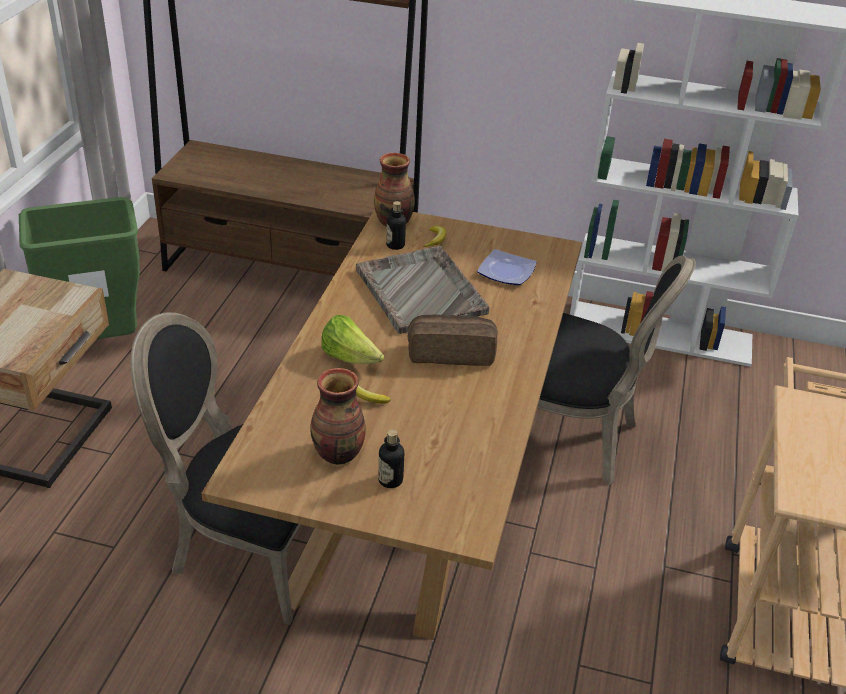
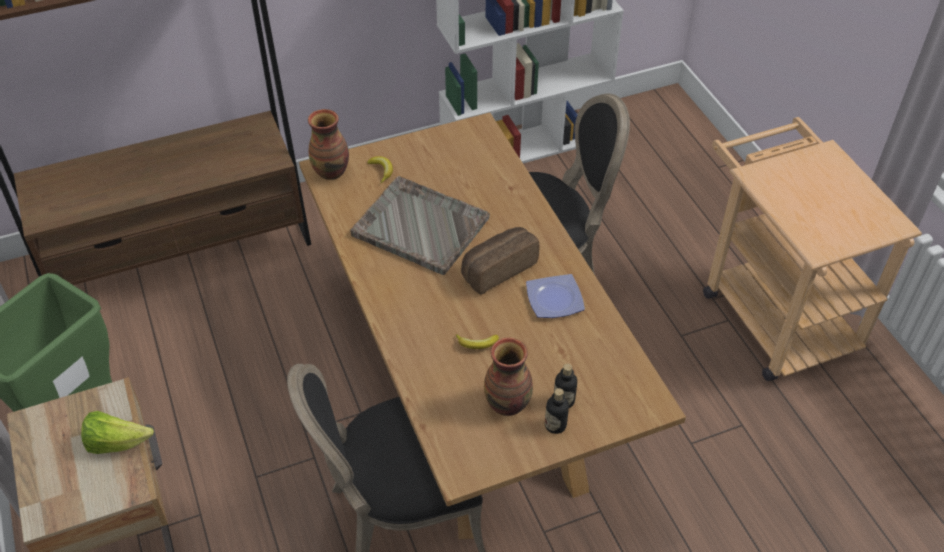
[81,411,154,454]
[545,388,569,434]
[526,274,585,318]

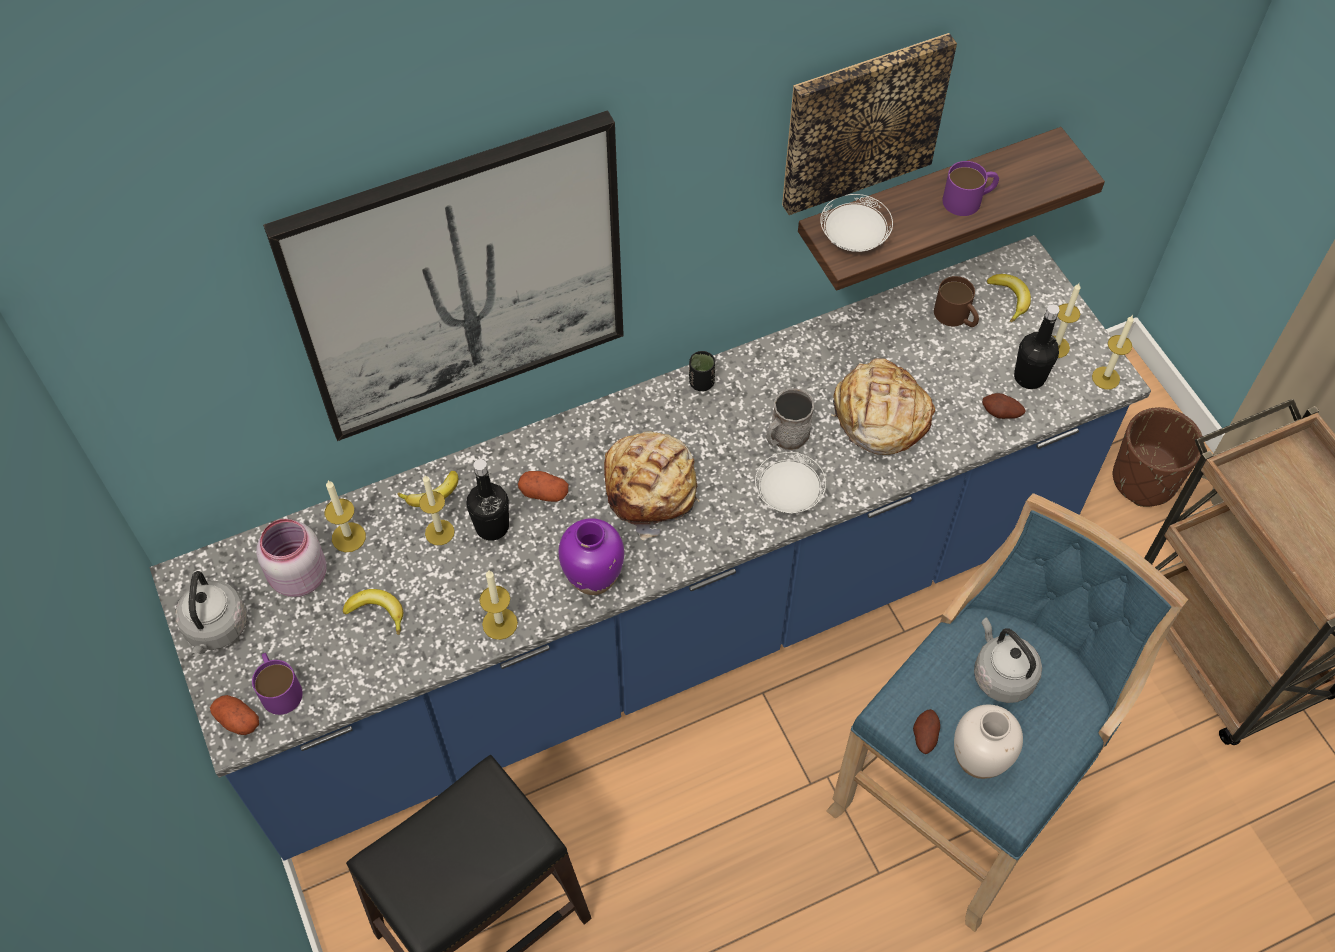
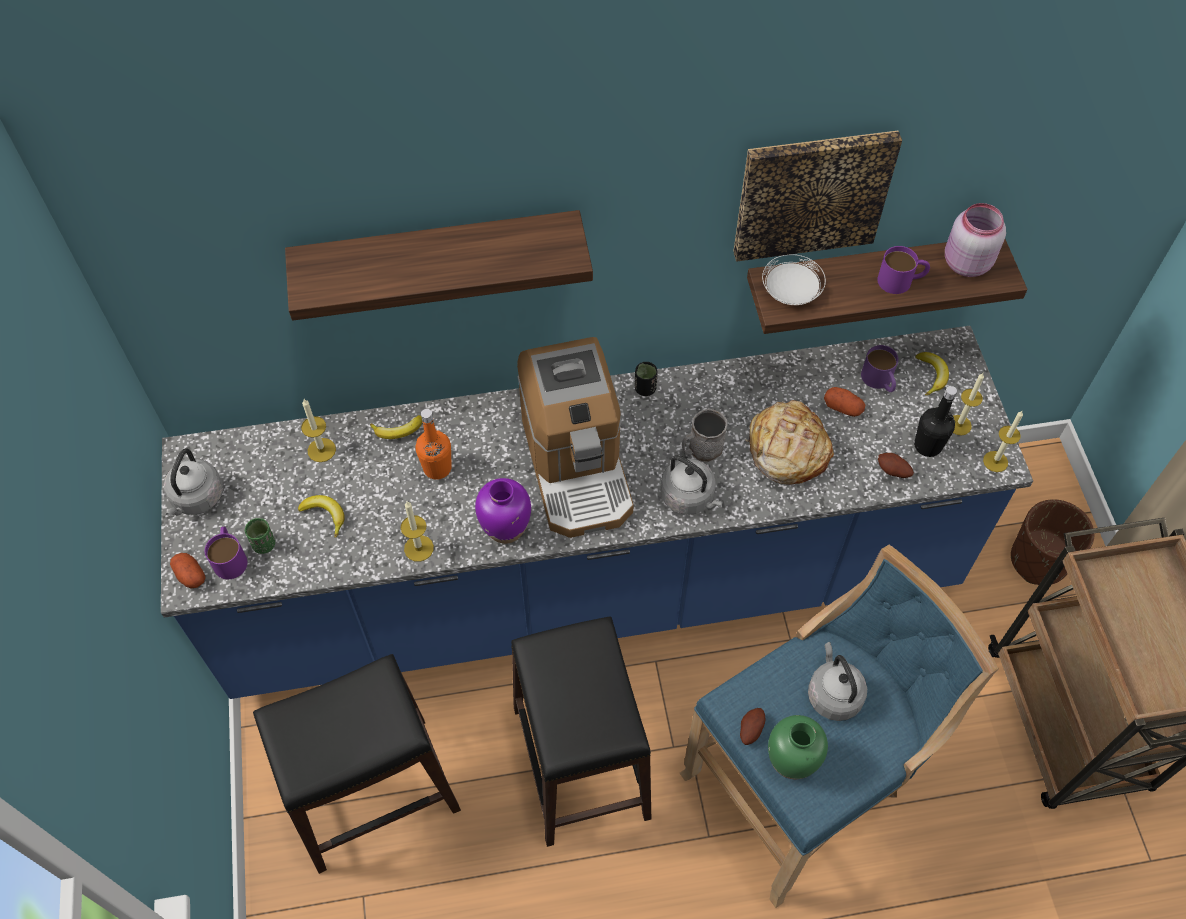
[945,203,1006,277]
[285,210,593,321]
[419,475,455,545] (first image)
[415,409,452,480]
[824,387,865,417]
[517,337,634,538]
[660,455,723,515]
[861,345,898,392]
[768,715,828,779]
[245,518,275,554]
[511,617,651,847]

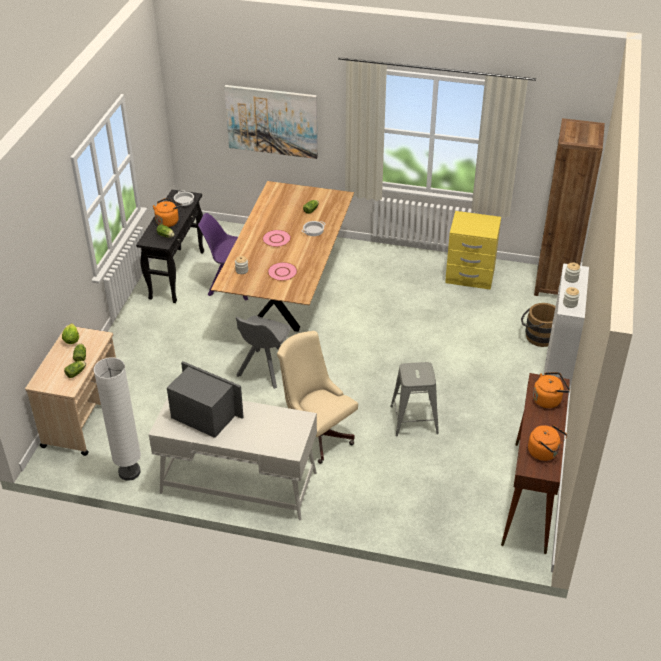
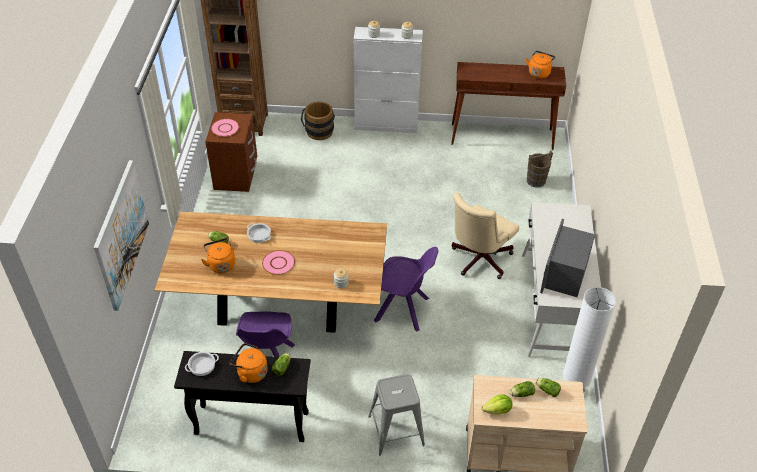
[374,247,438,332]
[211,119,239,137]
[368,374,425,456]
[205,112,257,192]
[201,238,235,273]
[527,151,553,188]

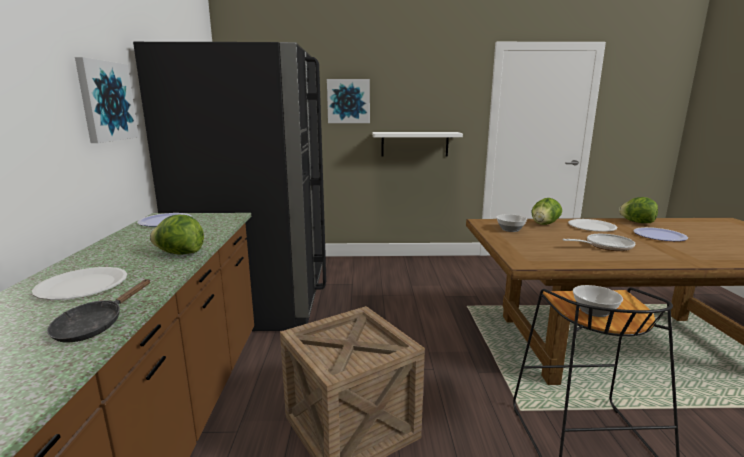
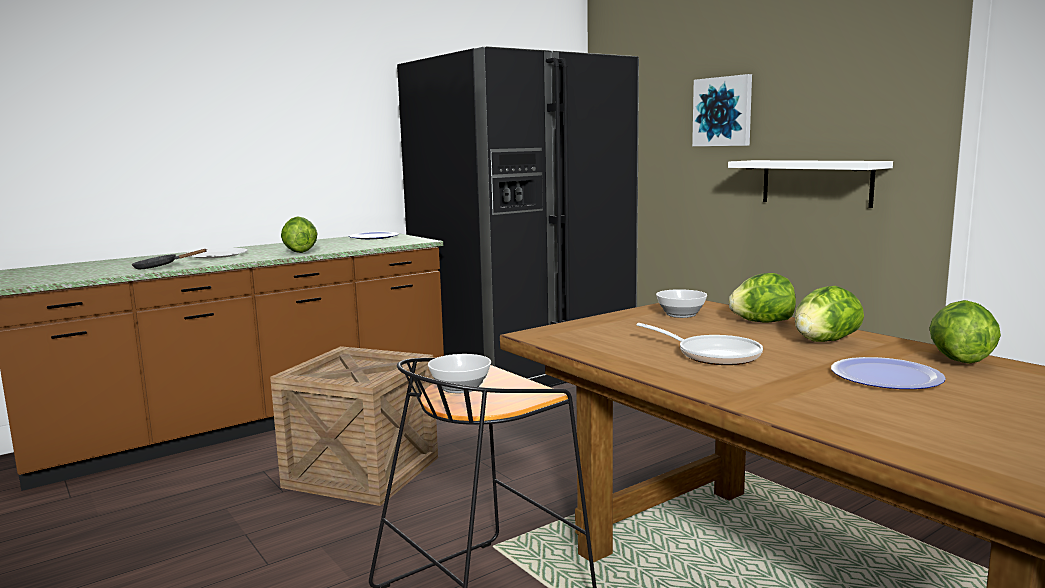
[75,57,139,143] (first image)
[795,286,864,342]

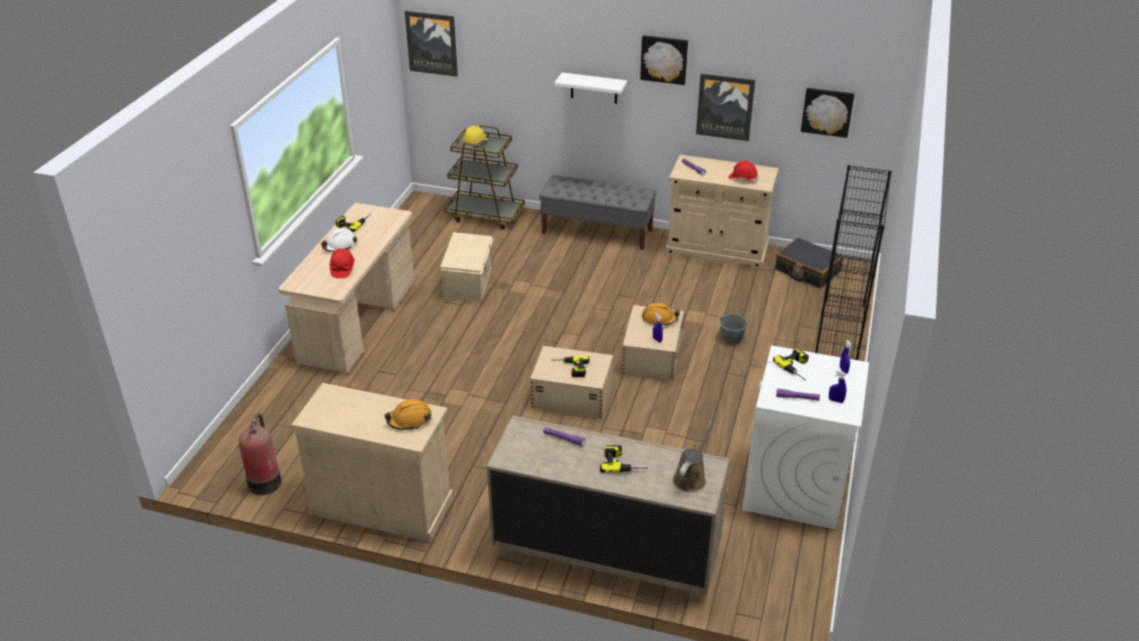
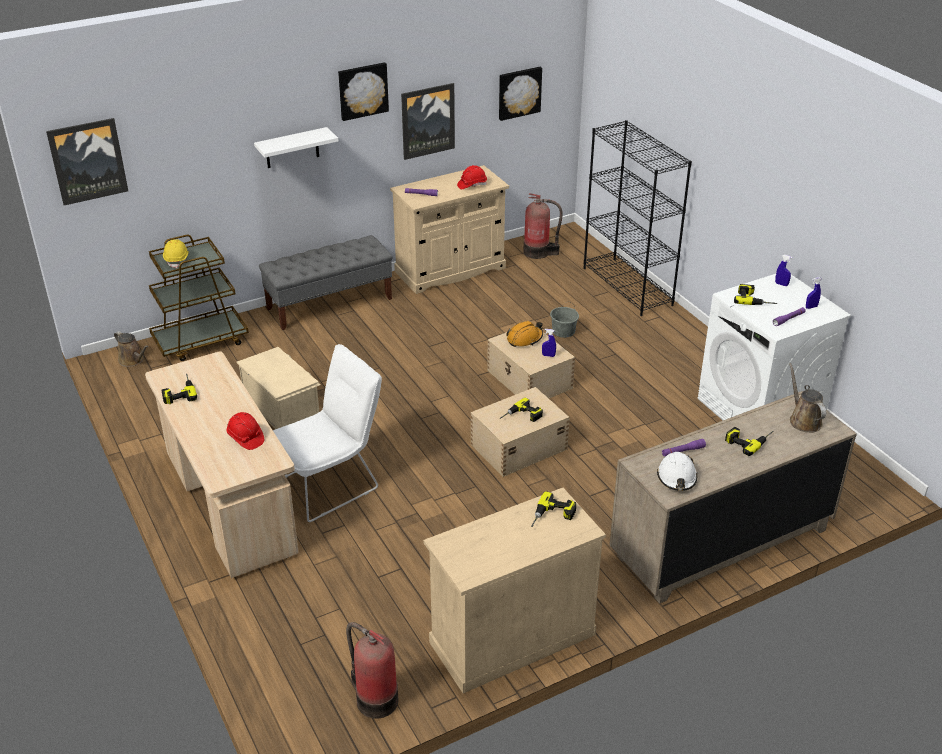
[657,452,697,491]
[531,491,576,527]
[523,193,563,259]
[114,331,149,367]
[273,344,382,522]

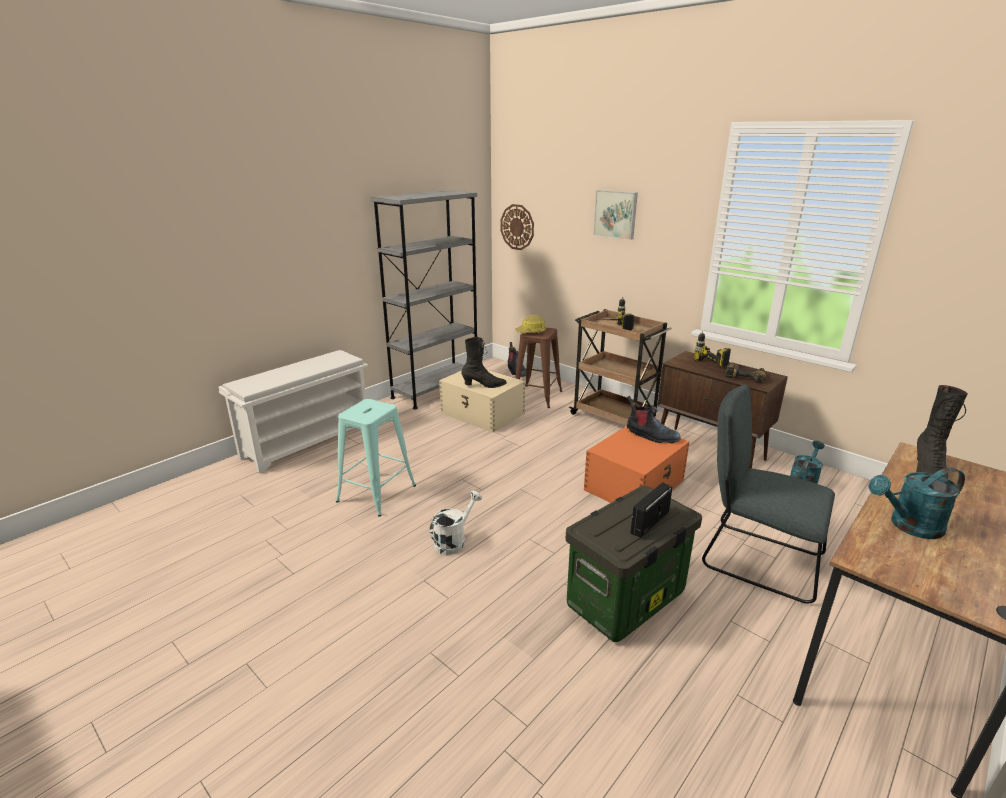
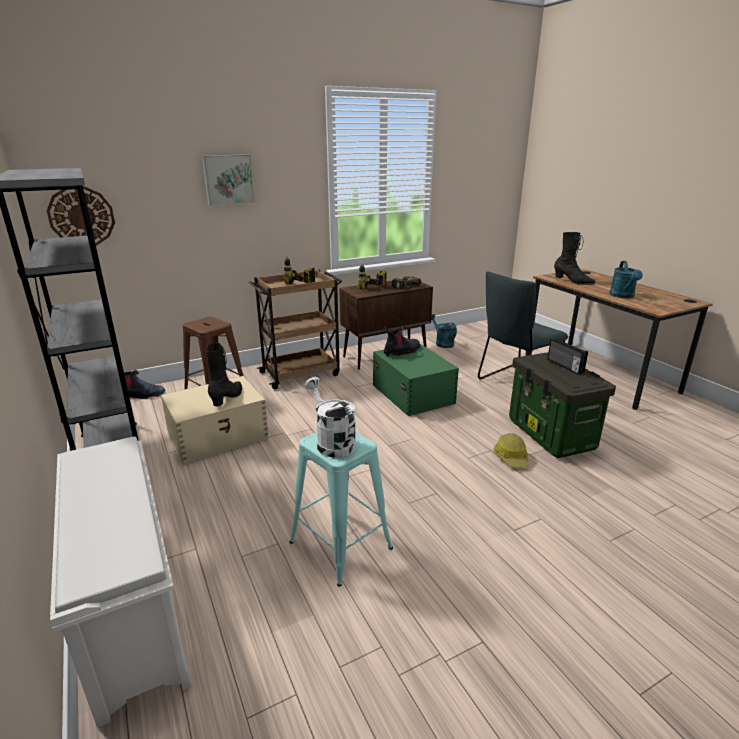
[304,377,356,458]
[493,433,529,467]
[373,344,459,416]

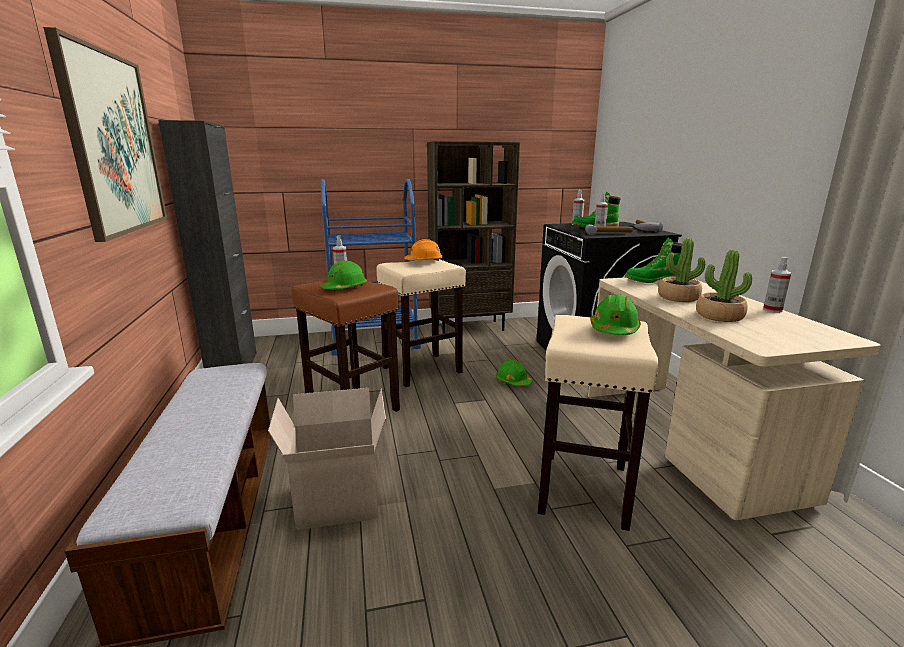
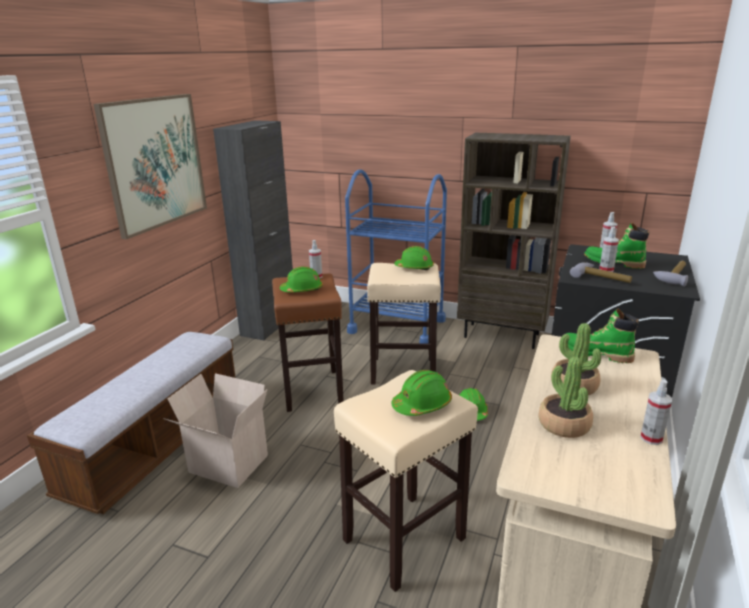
[394,246,434,271]

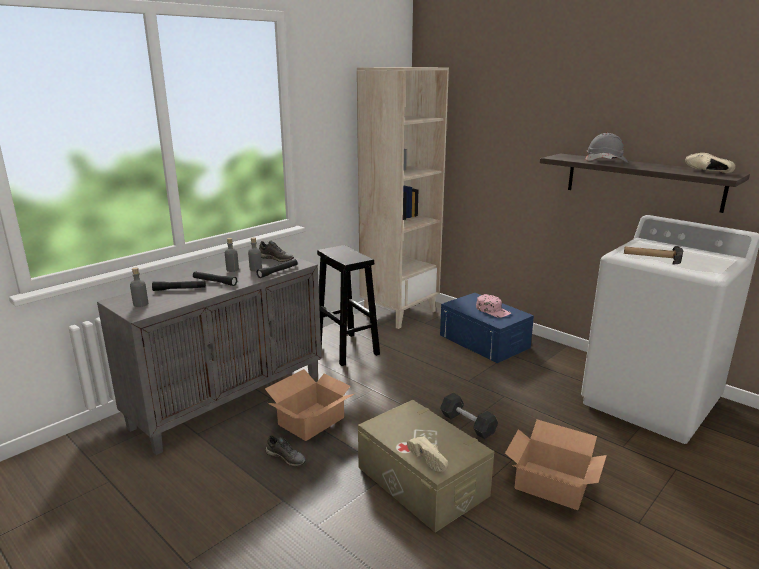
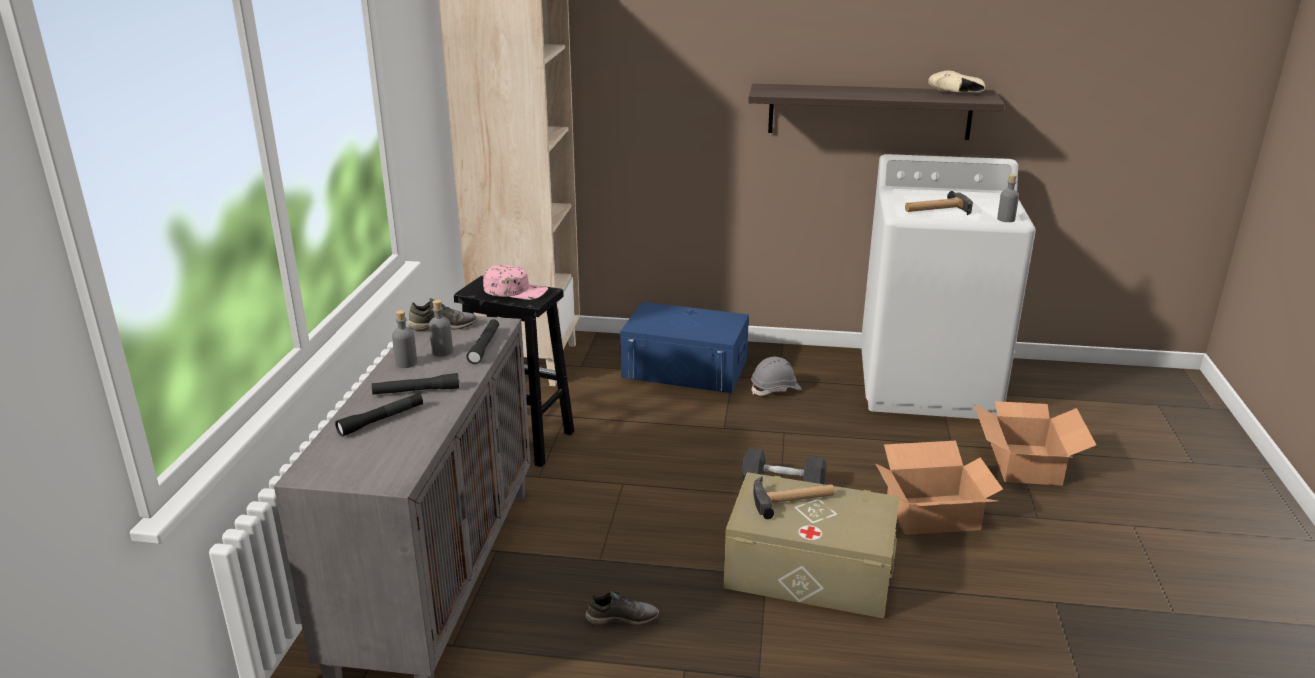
[997,174,1019,222]
[974,401,1096,486]
[407,436,448,472] (first image)
[483,265,548,300]
[751,357,802,396]
[753,476,834,519]

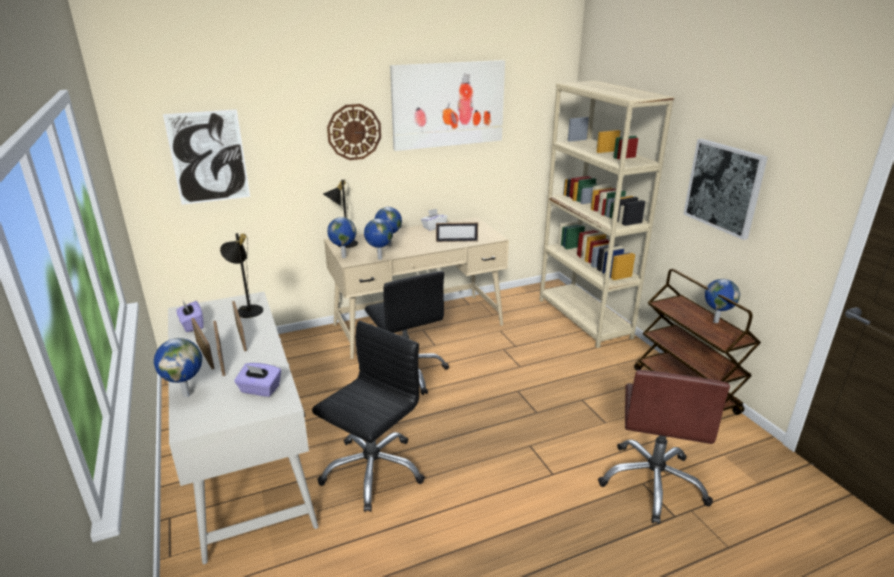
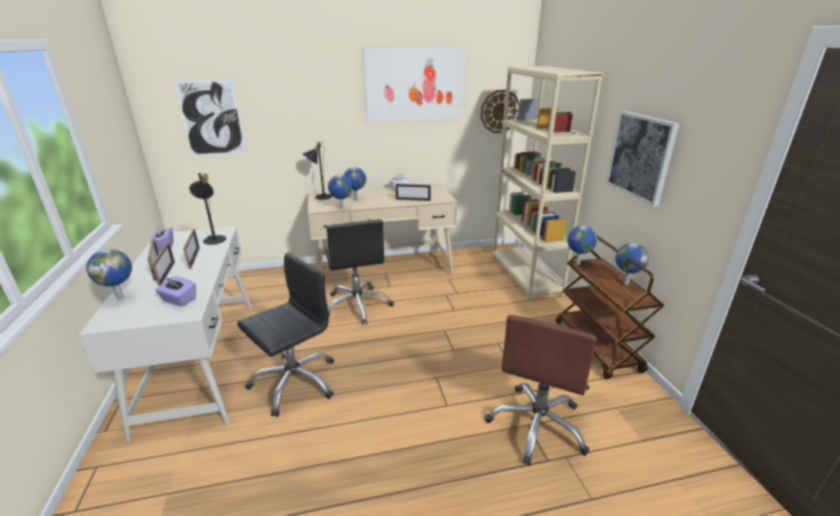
[481,90,520,133]
[567,226,597,265]

